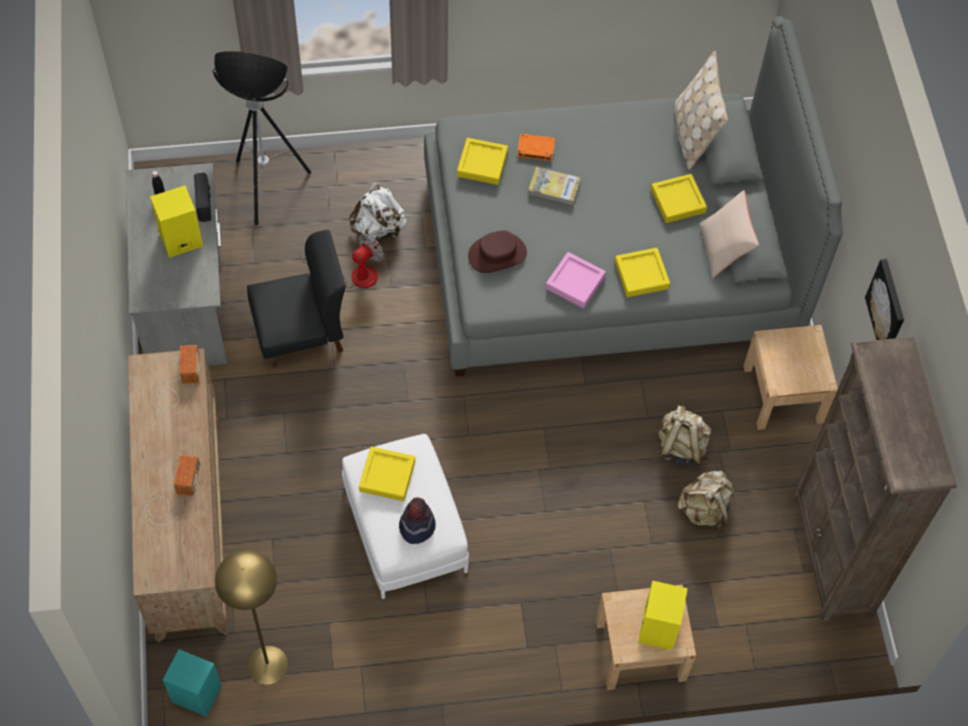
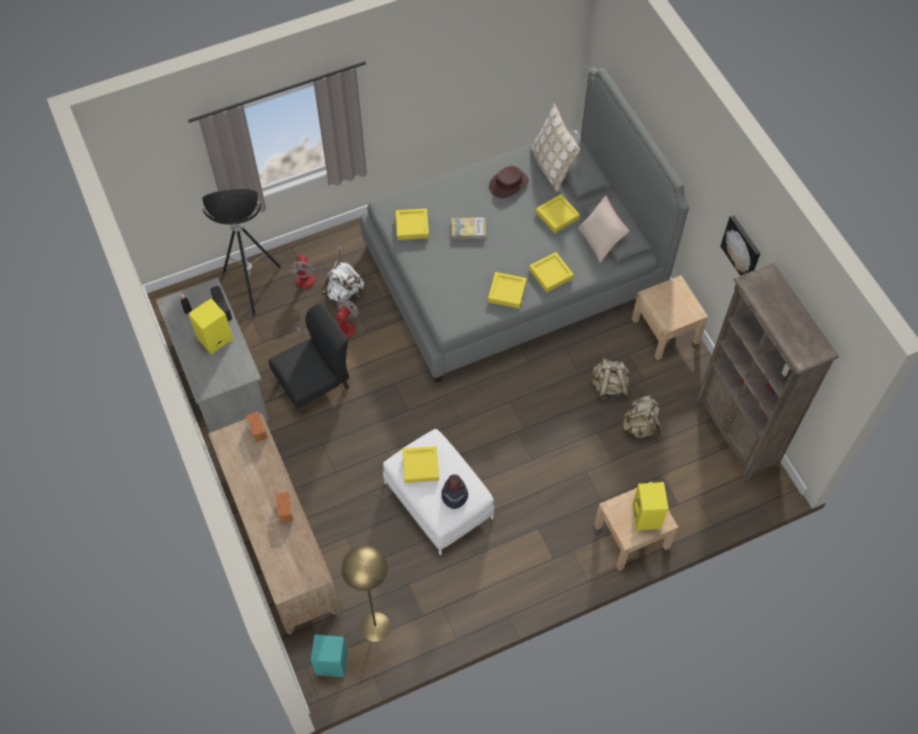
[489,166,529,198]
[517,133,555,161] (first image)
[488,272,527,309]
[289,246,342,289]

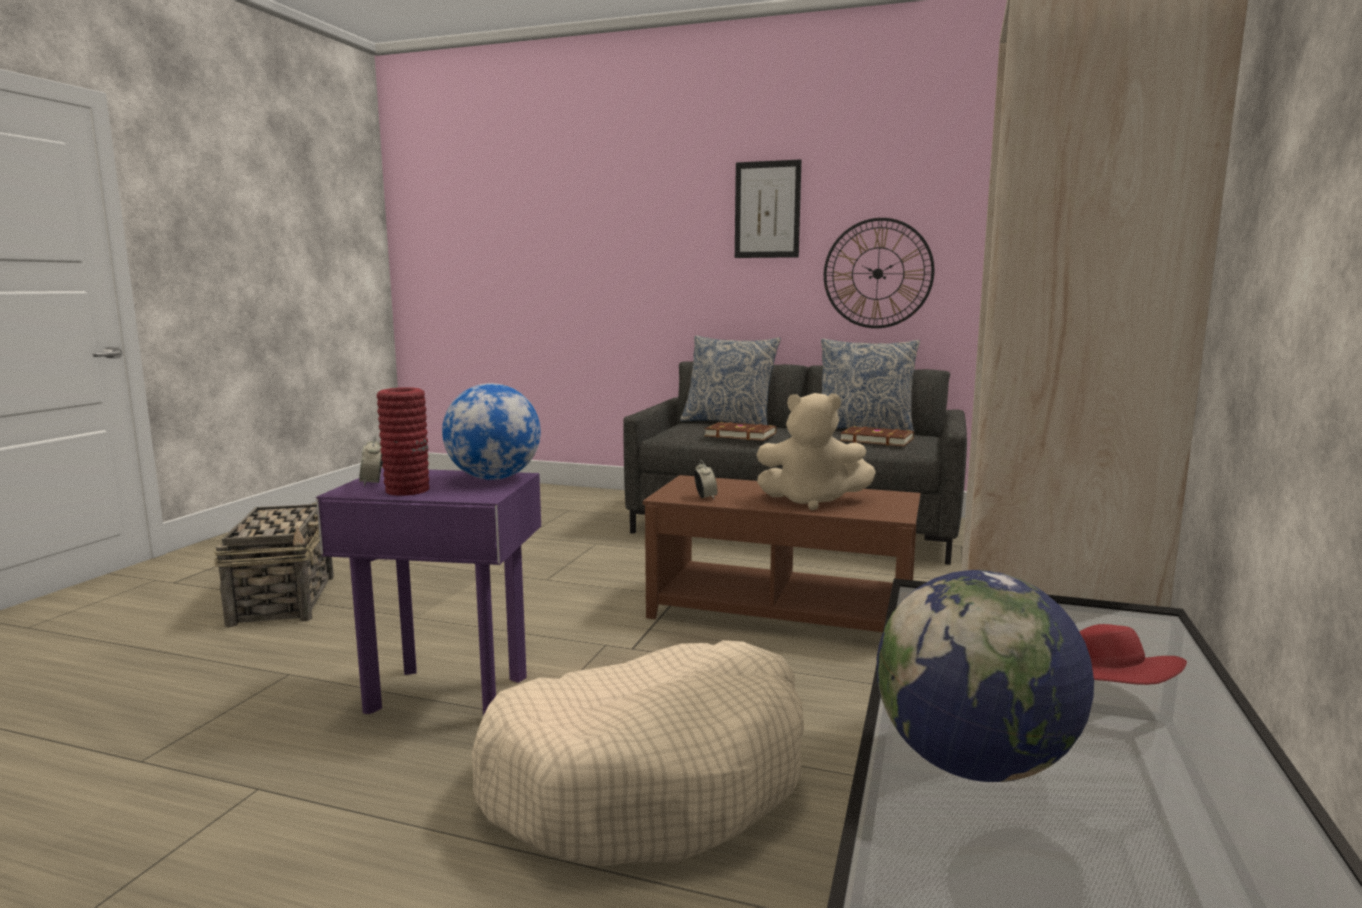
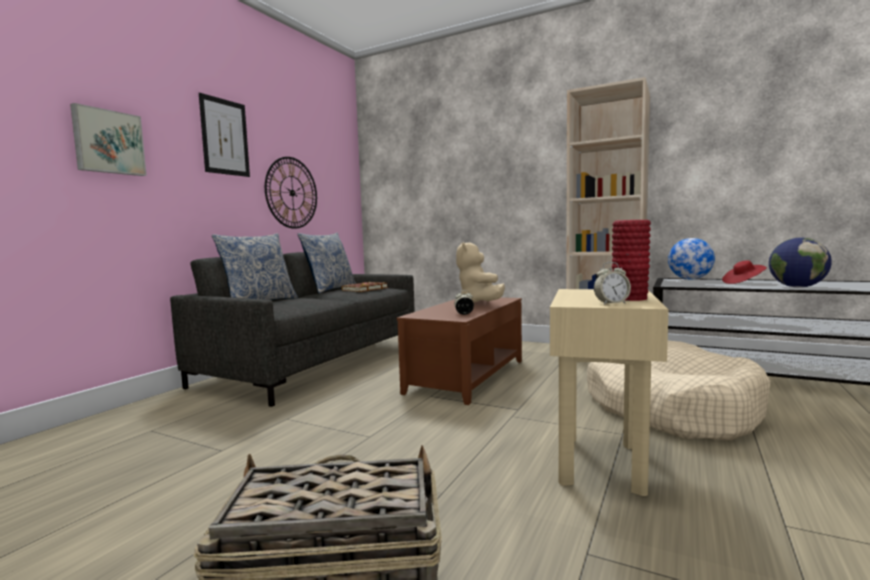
[550,289,669,496]
[668,238,715,280]
[704,422,776,441] (first image)
[456,242,505,303]
[70,103,147,176]

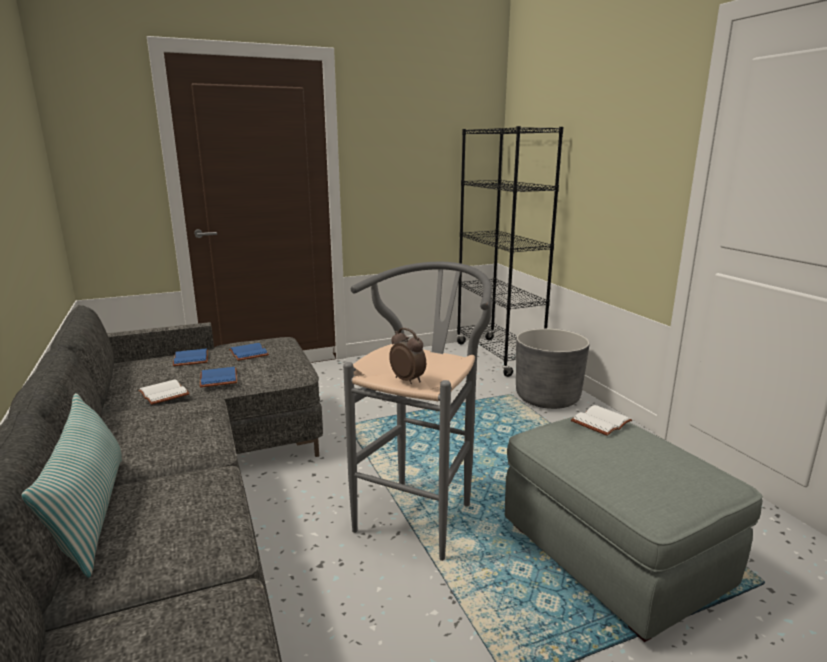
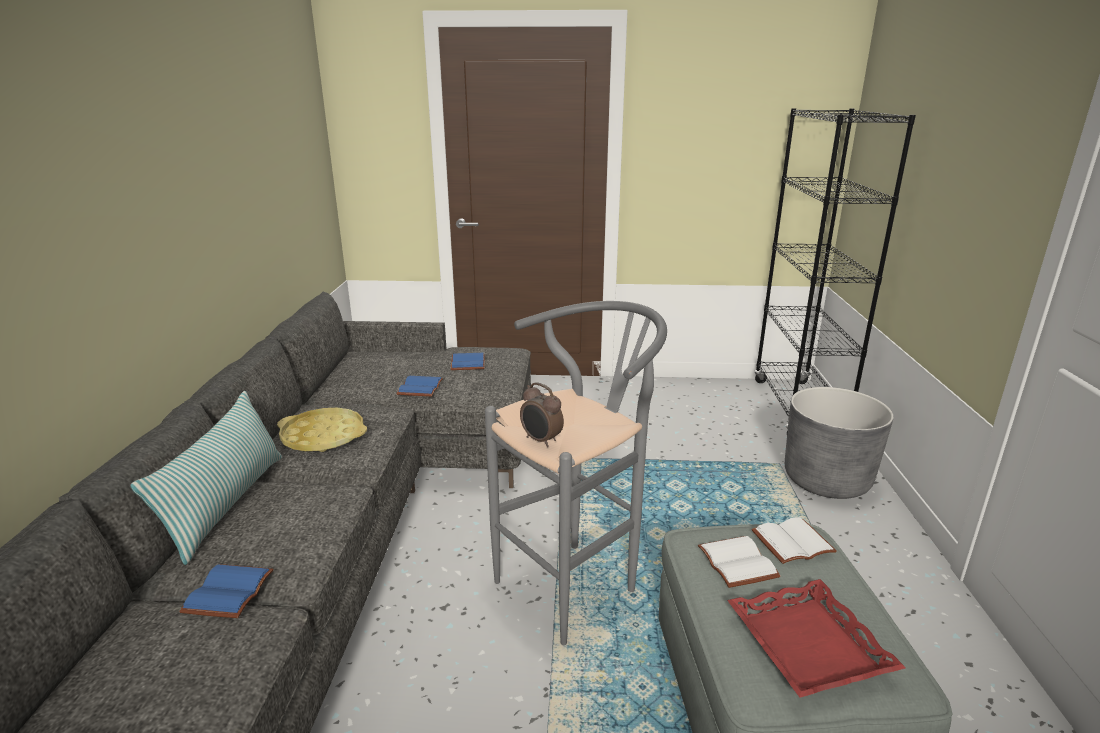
[698,536,781,588]
[179,564,274,618]
[520,382,564,447]
[277,408,367,452]
[727,579,906,697]

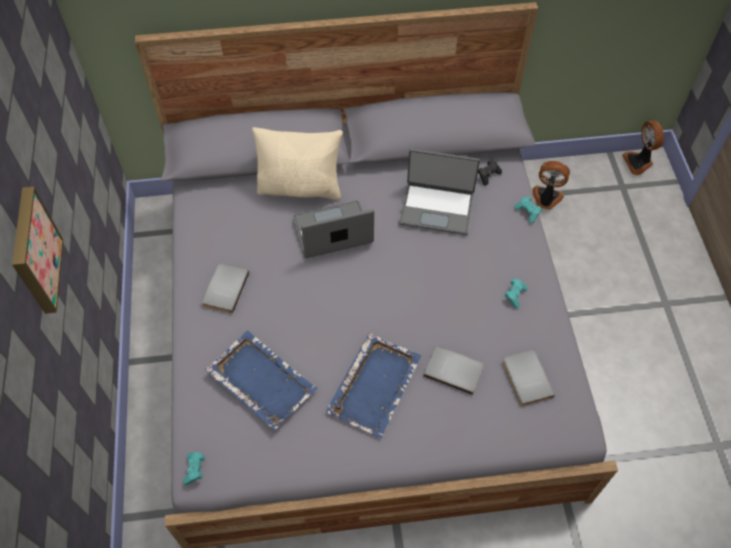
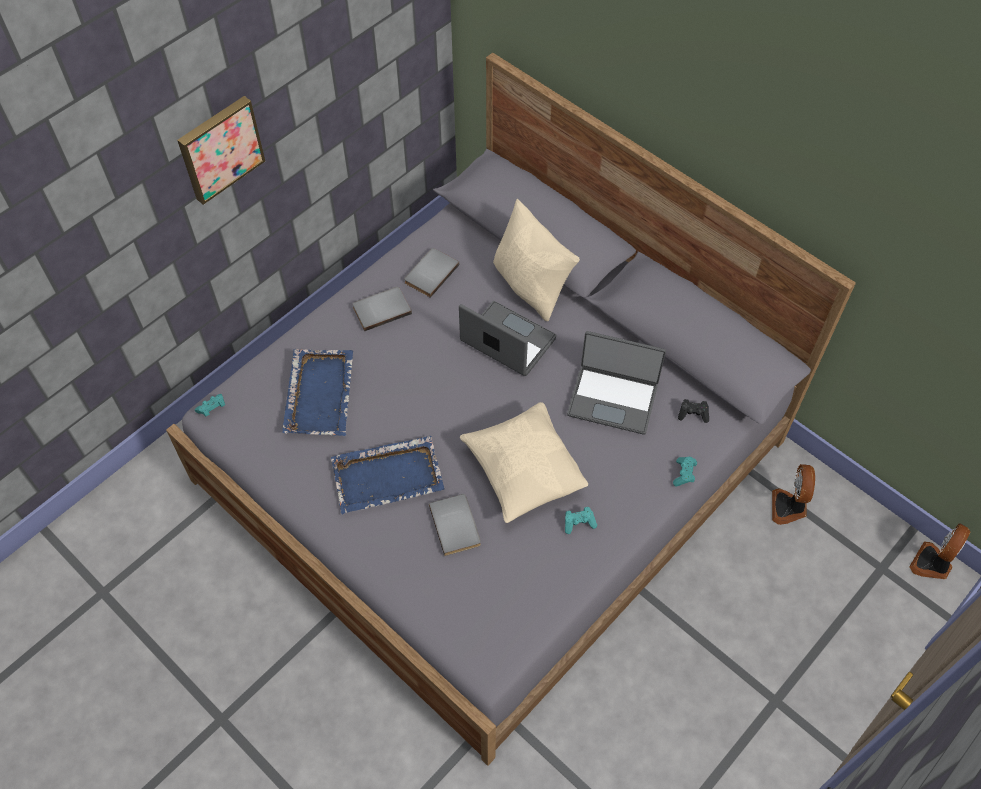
[567,331,666,435]
[404,248,459,298]
[772,464,815,525]
[460,402,588,523]

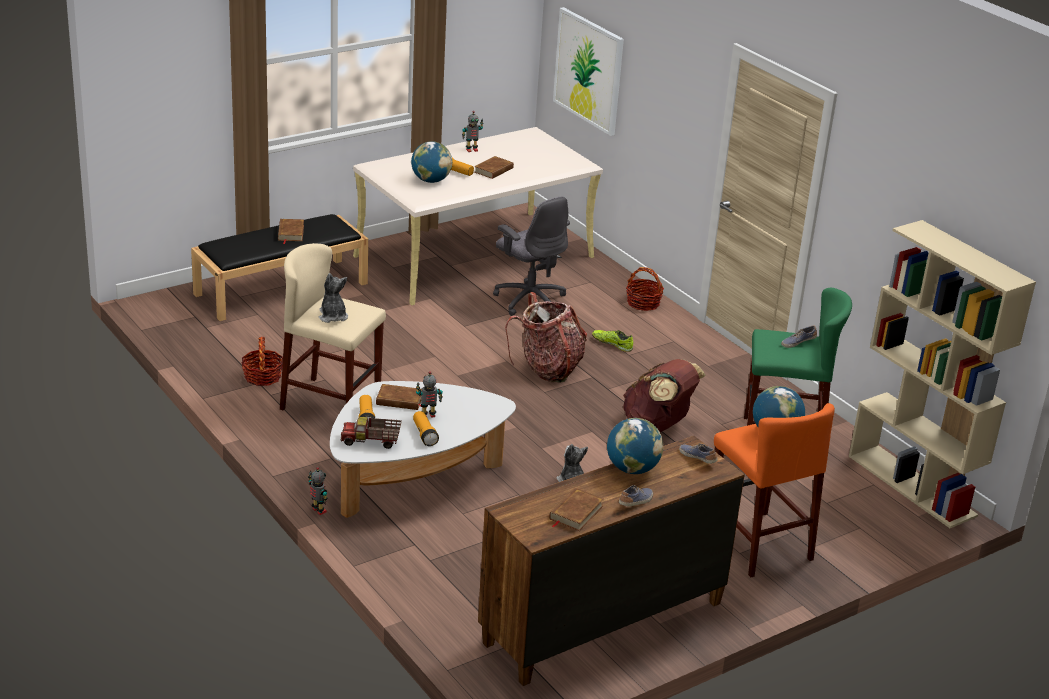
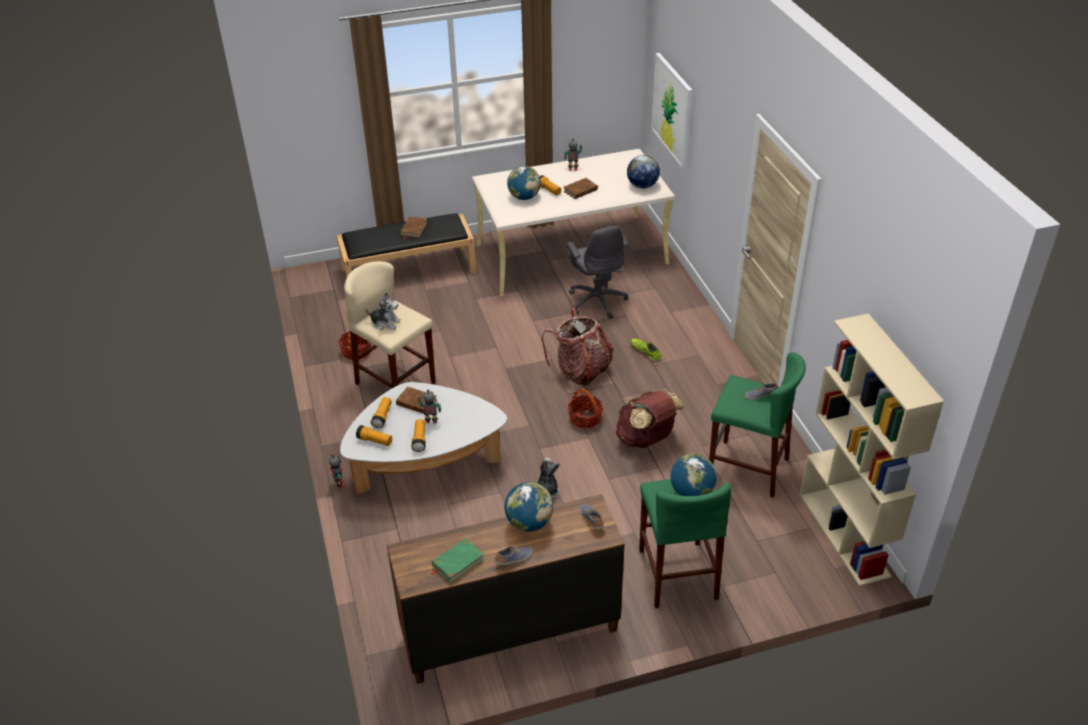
[365,292,401,330]
[356,425,392,446]
[431,538,484,583]
[568,388,603,429]
[639,479,732,608]
[627,155,660,189]

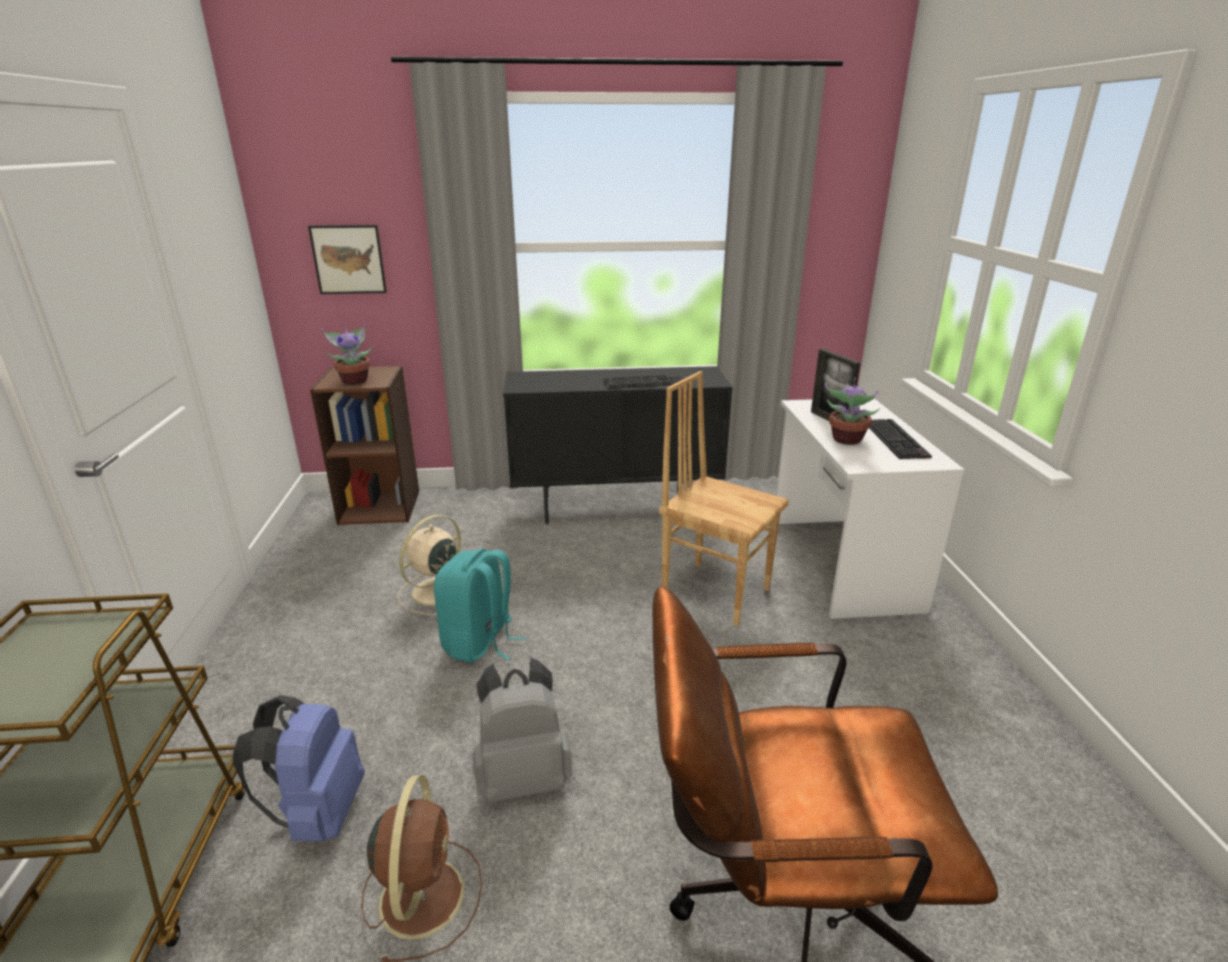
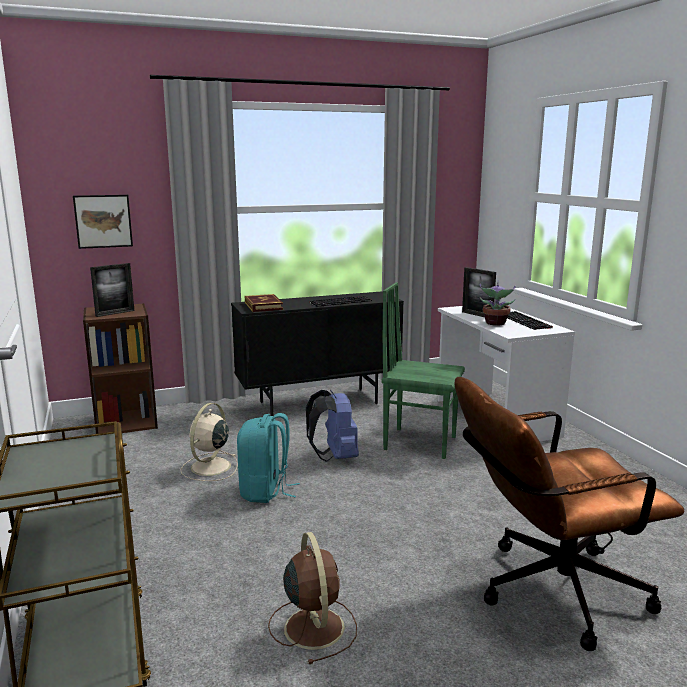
[306,390,359,462]
[90,263,134,317]
[473,658,572,802] (first image)
[381,282,465,459]
[245,294,283,312]

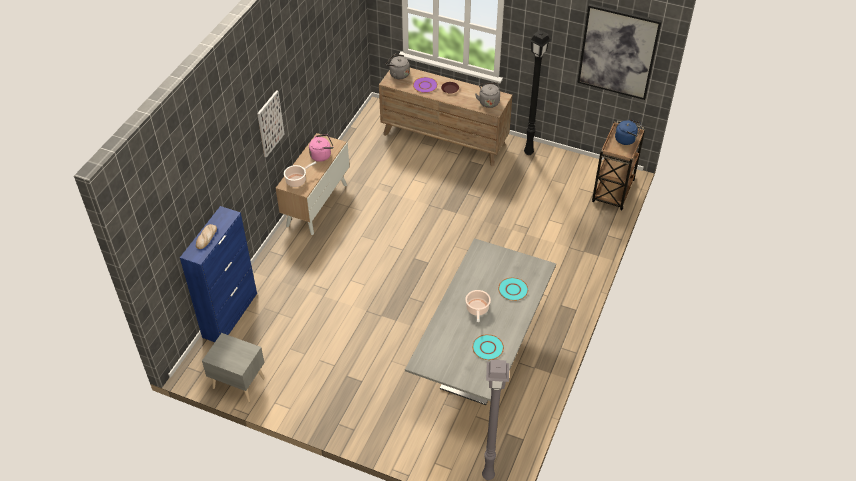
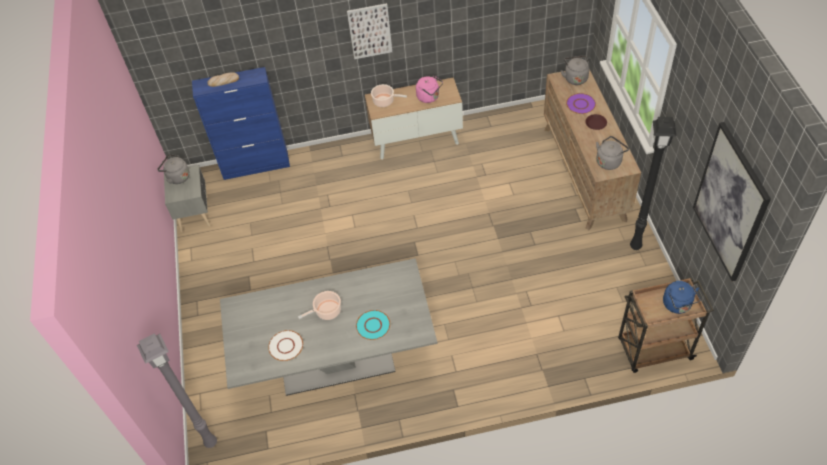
[268,330,303,361]
[157,154,190,184]

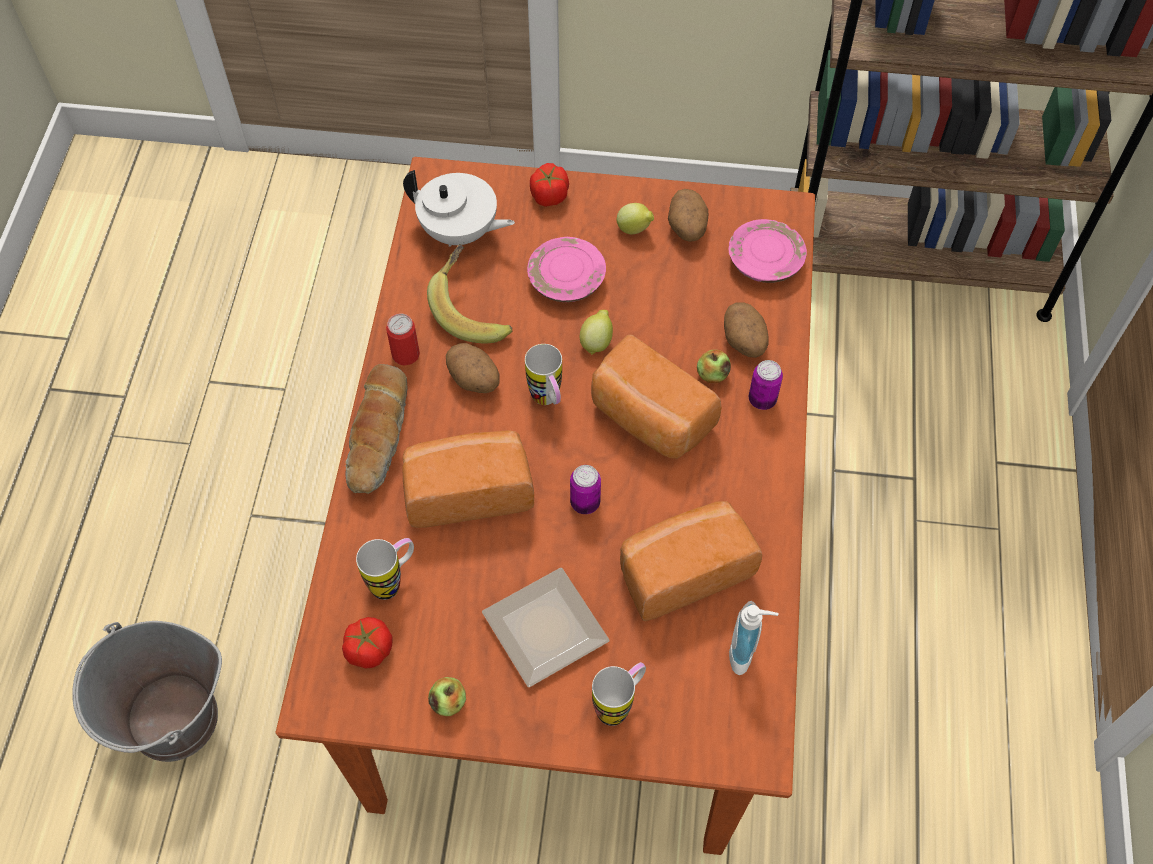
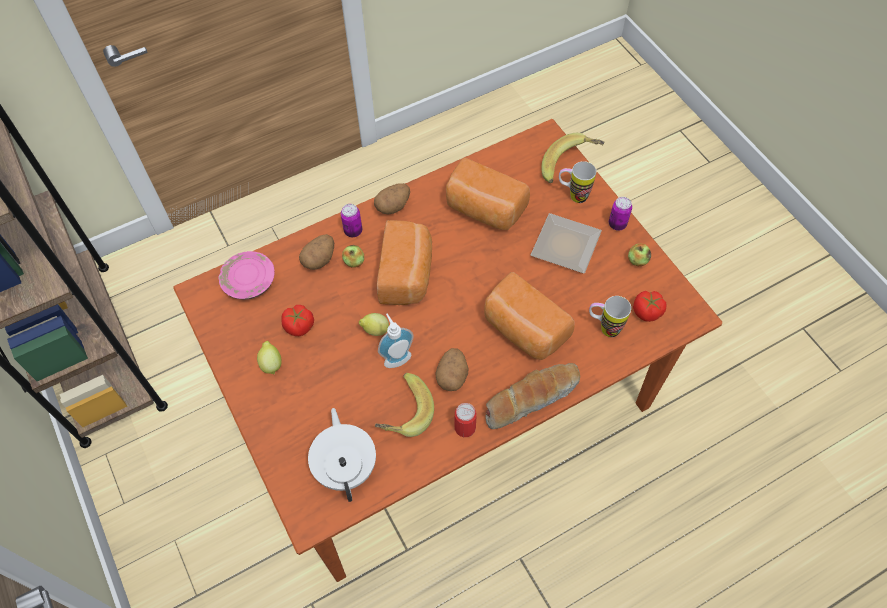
[72,621,222,762] (first image)
[525,344,562,405] (first image)
[527,237,606,302] (first image)
[281,305,314,336]
[609,197,632,231]
[374,183,410,214]
[378,313,413,368]
[541,133,605,183]

